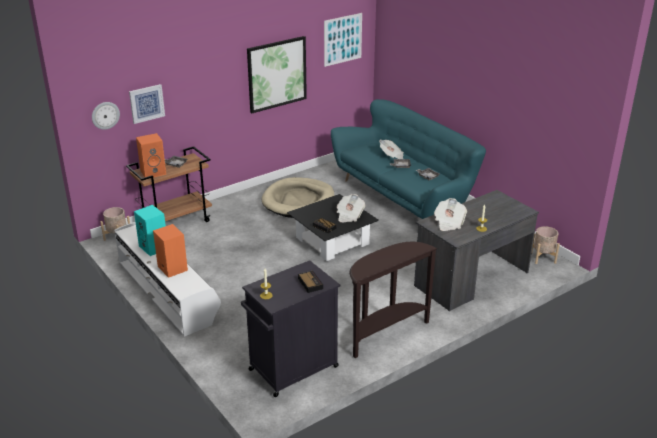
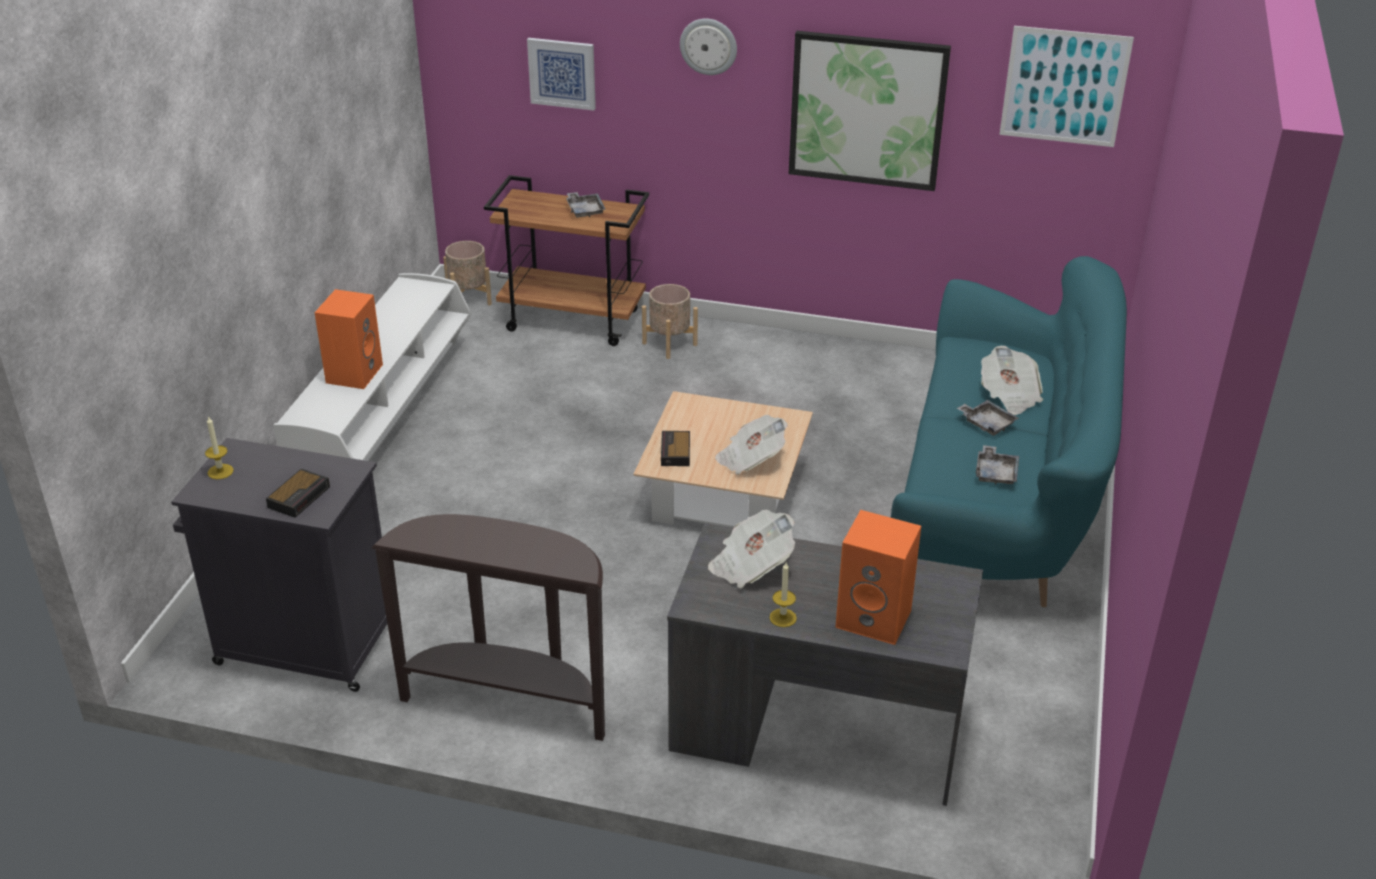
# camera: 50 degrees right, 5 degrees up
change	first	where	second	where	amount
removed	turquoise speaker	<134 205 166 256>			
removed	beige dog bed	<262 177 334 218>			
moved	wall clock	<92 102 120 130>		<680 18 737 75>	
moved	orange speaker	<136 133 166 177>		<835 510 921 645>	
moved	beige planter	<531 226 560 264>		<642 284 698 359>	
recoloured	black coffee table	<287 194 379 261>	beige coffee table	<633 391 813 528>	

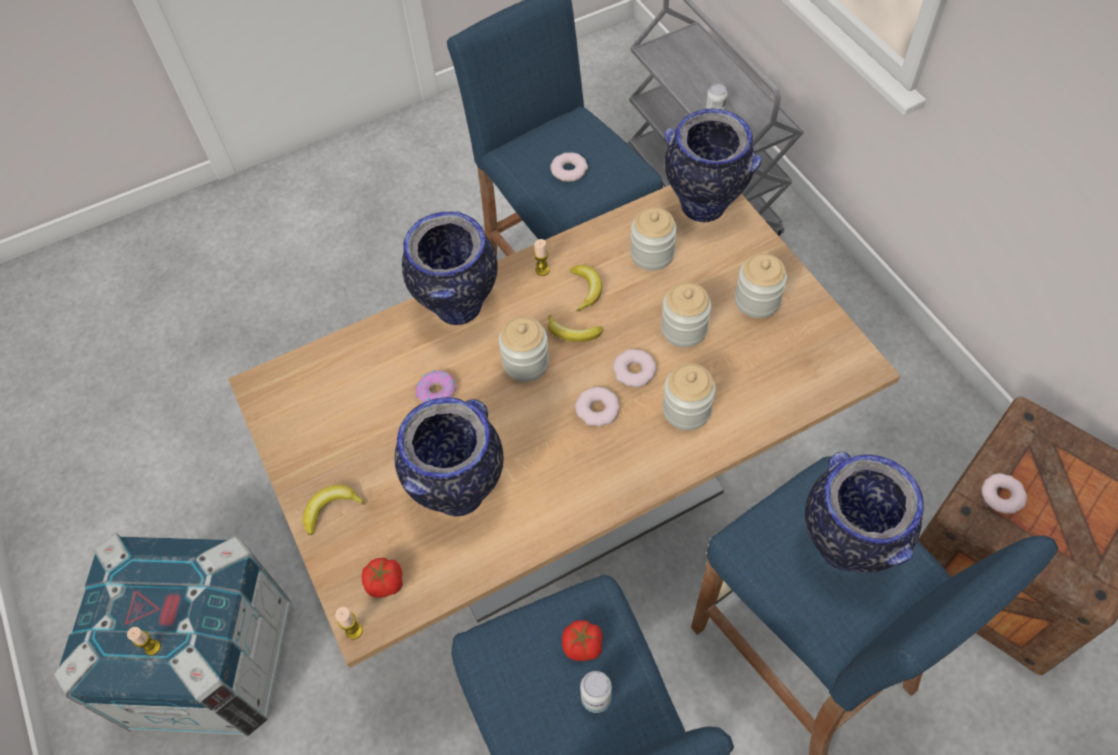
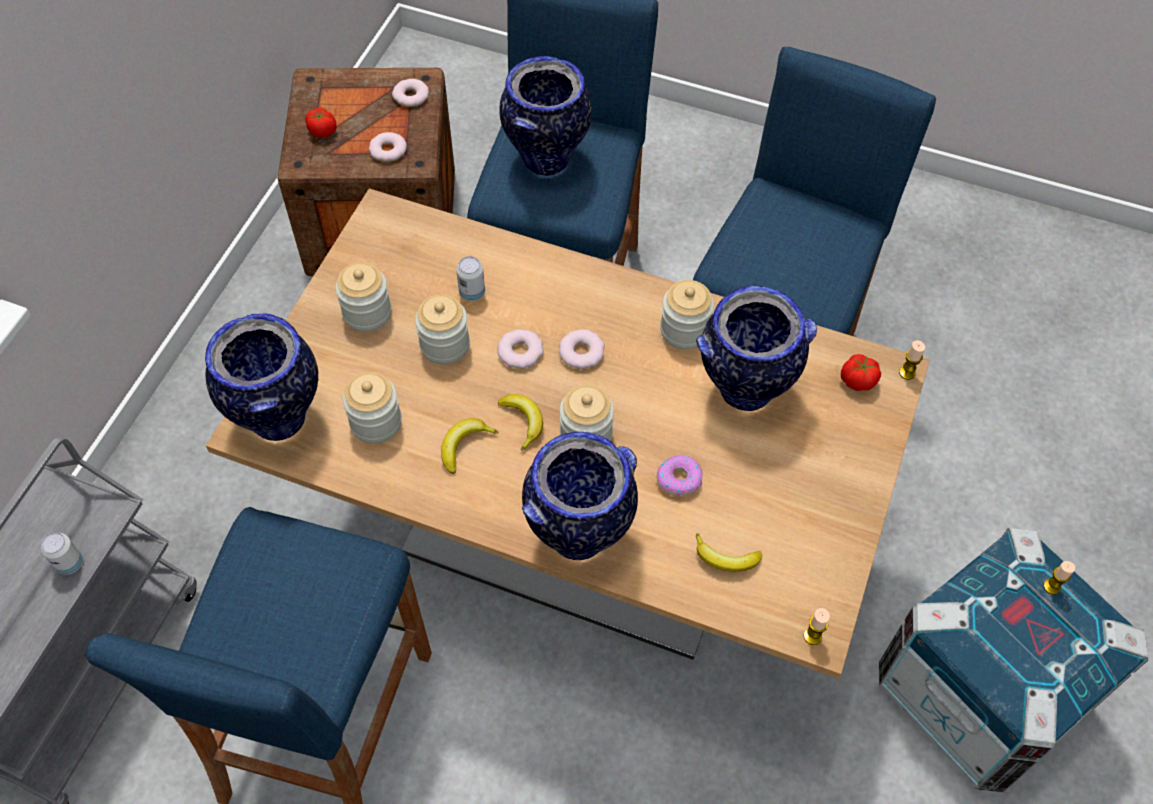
# camera: 135 degrees left, 0 degrees up
change	first	where	second	where	amount
moved	banana	<303 485 366 535>		<696 533 762 572>	
moved	candle	<534 239 550 276>		<804 608 830 645>	
moved	donut	<550 153 588 182>		<392 79 429 107>	
moved	tomato	<562 620 603 661>		<305 107 337 137>	
moved	can	<580 671 612 713>		<456 256 485 301>	
moved	jar	<663 363 716 430>		<660 280 714 350>	

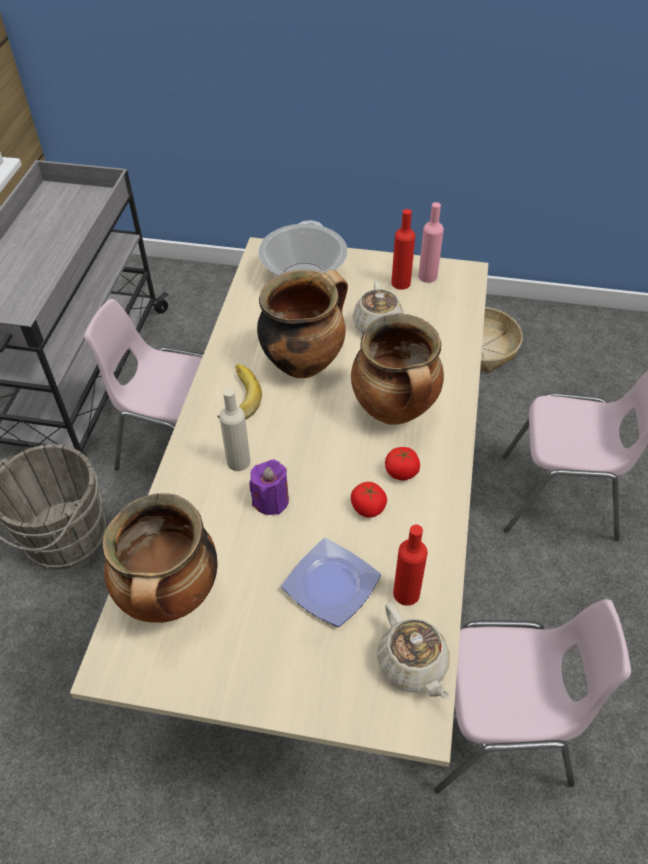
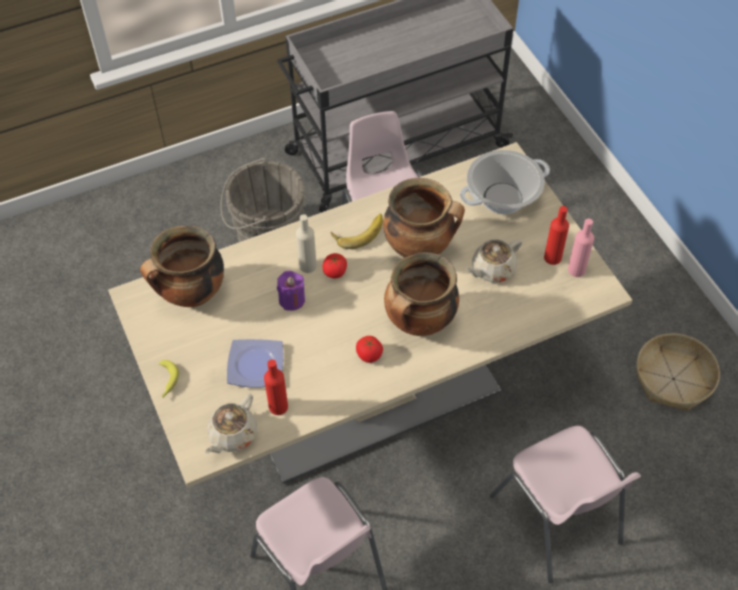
# camera: 55 degrees right, 5 degrees up
change	first	where	second	where	amount
added			banana	<159 360 179 398>	
moved	tomato	<351 482 387 518>		<323 253 347 278>	

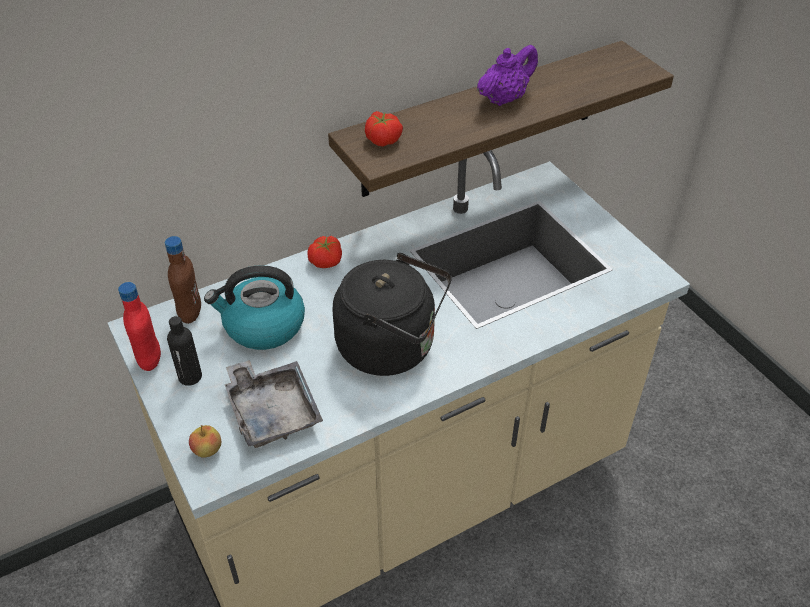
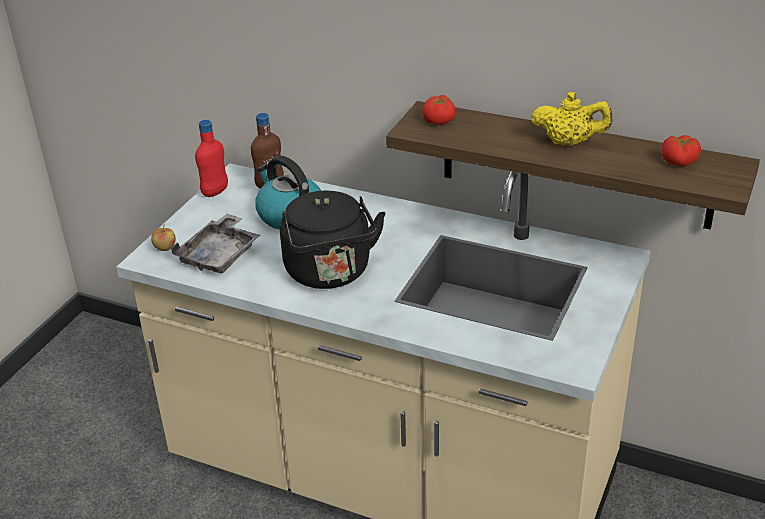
# camera: 55 degrees right, 10 degrees down
change	first	where	second	where	amount
removed	black bottle	<167 316 202 386>			
moved	tomato	<307 236 342 268>		<661 135 701 166>	
recoloured	purple teapot	<477 45 538 106>	yellow teapot	<532 92 612 146>	

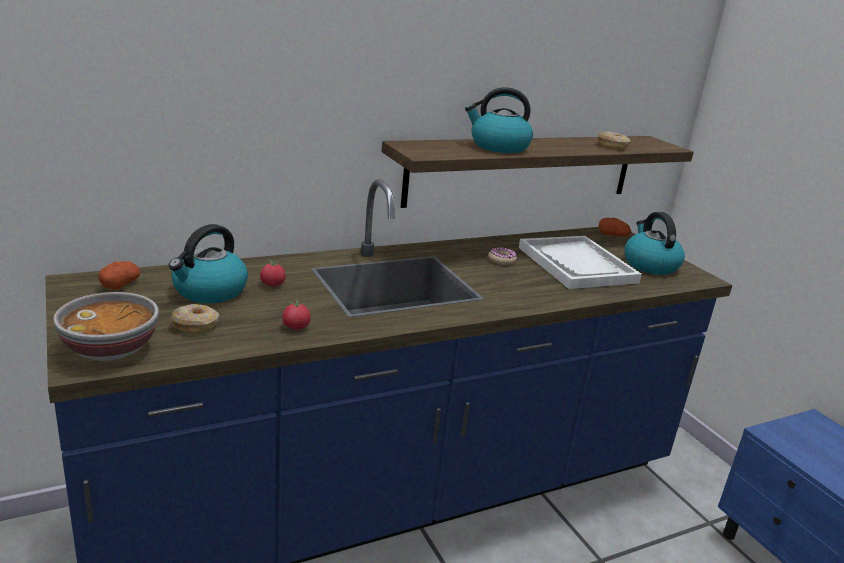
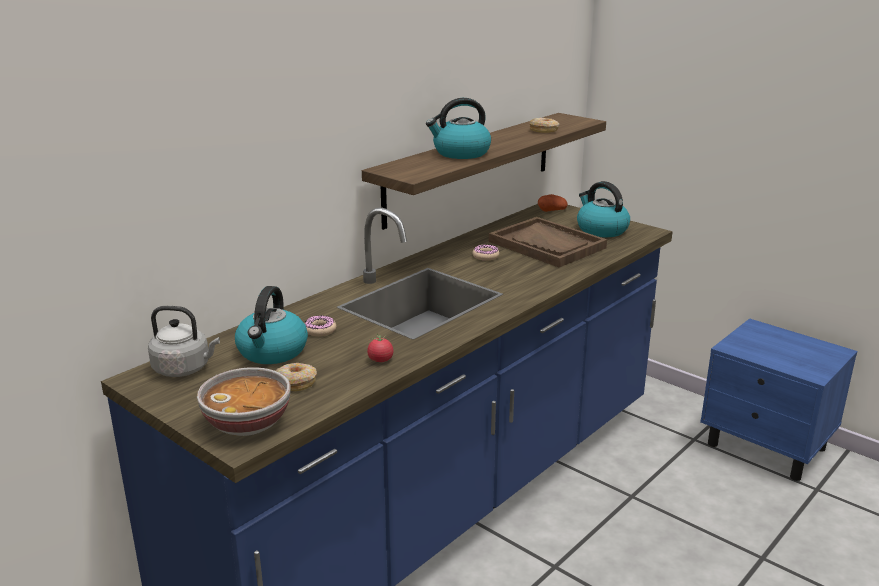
# camera: 20 degrees left, 0 degrees up
change	first	where	second	where	amount
replaced	potato	<98 261 140 290>	grey kettle	<148 306 220 377>	
replaced	tomato	<260 259 286 286>	donut	<305 315 336 336>	
recoloured	white tray	<519 236 642 289>	brown tray	<489 217 607 267>	

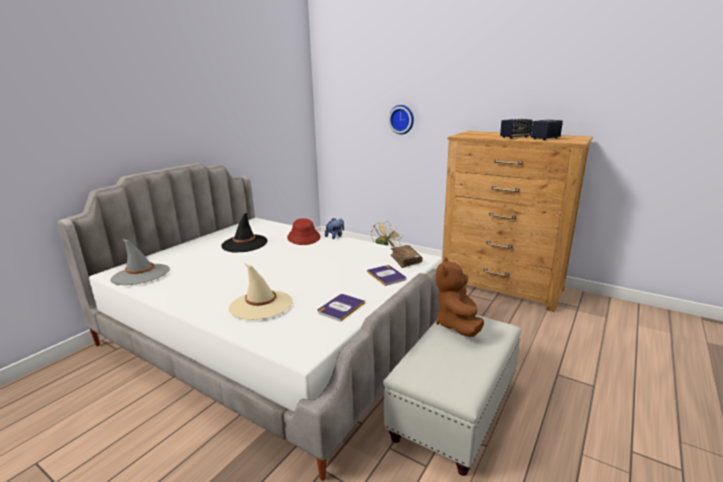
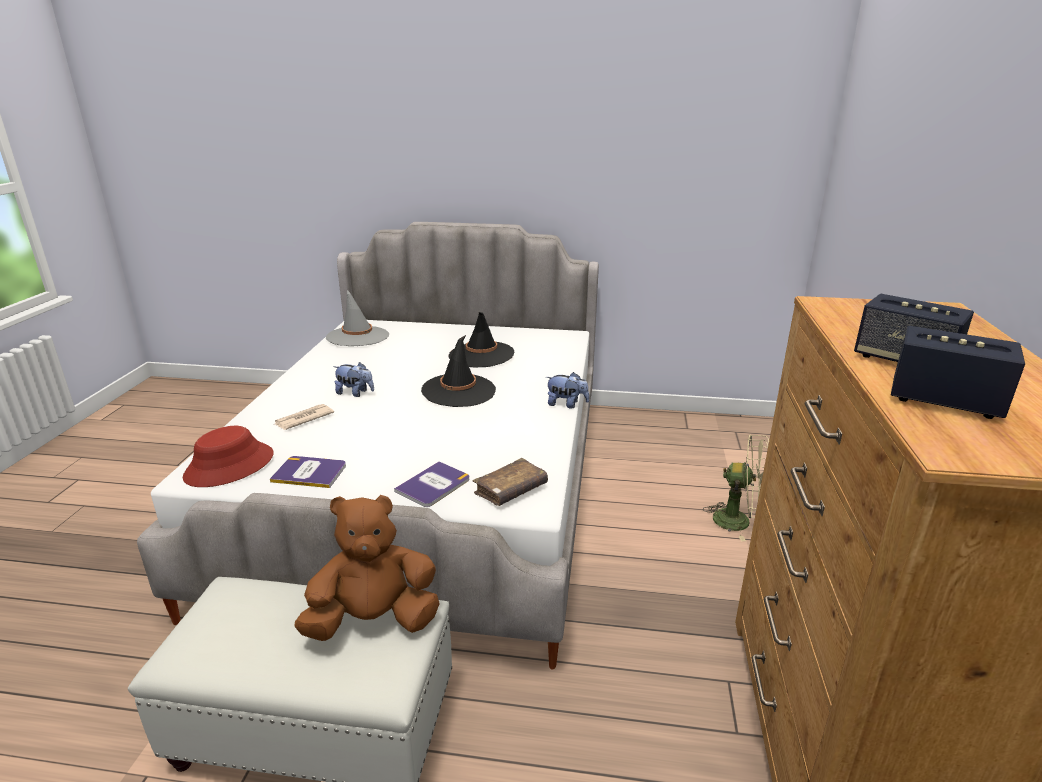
# camera: 65 degrees right, 5 degrees up
change	first	where	second	where	amount
removed	wall clock	<388 105 414 134>			
added			plush toy	<333 362 374 397>	
added			black hat	<421 335 496 407>	
moved	red hat	<287 218 320 245>		<183 426 274 487>	
replaced	beige hat	<229 263 293 320>	newspaper	<275 404 334 430>	

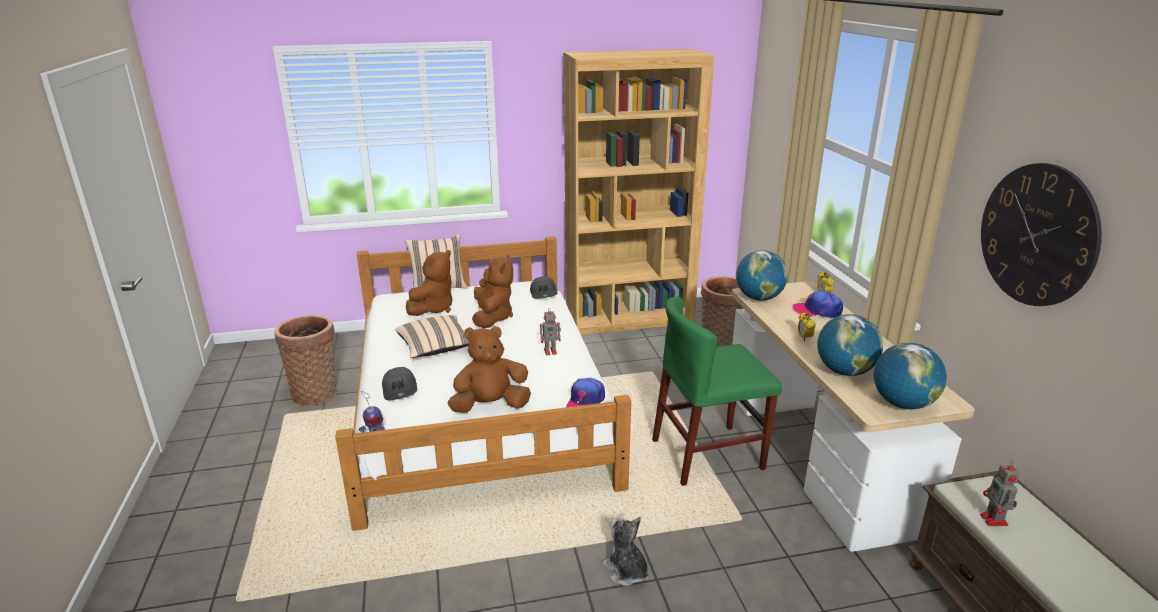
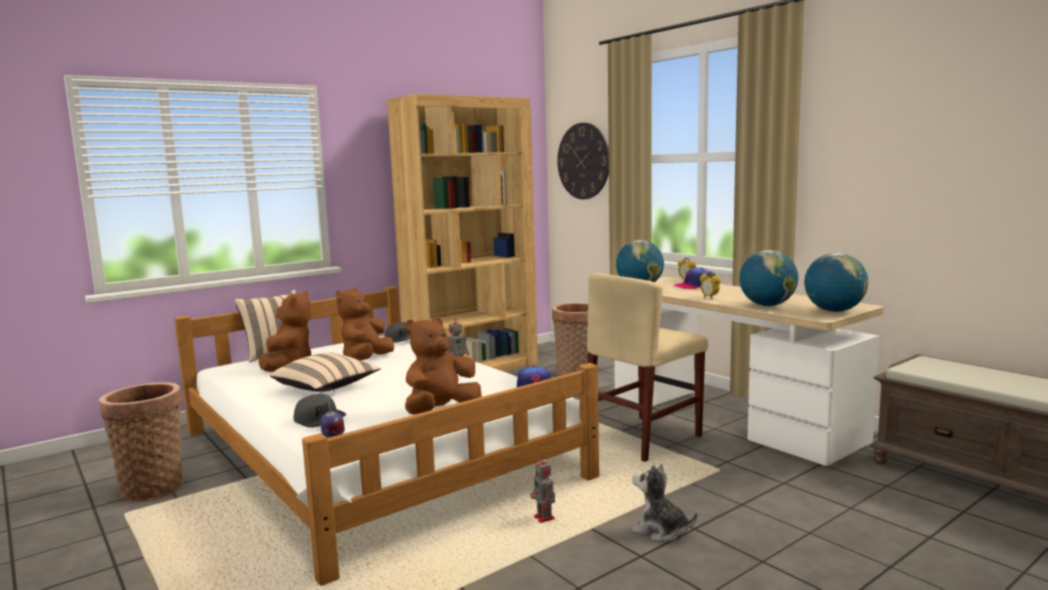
# camera: 25 degrees left, 15 degrees down
change	first	where	second	where	amount
moved	toy robot	<980 461 1020 526>		<530 455 555 523>	
moved	wall clock	<981 163 1102 306>		<557 123 609 199>	
recoloured	green chair	<652 297 782 486>	beige chair	<587 273 708 462>	
turned	brown plush toy	<472 254 513 328>		<336 288 394 360>	135 degrees counterclockwise

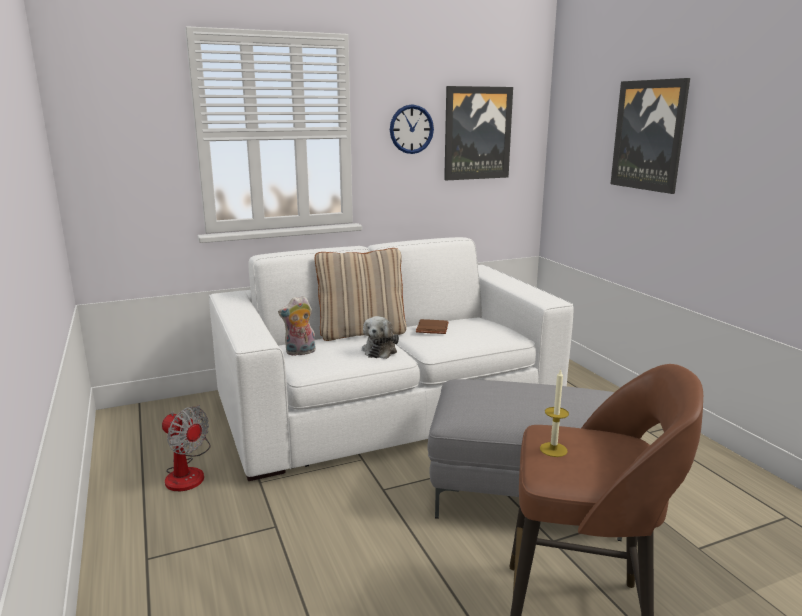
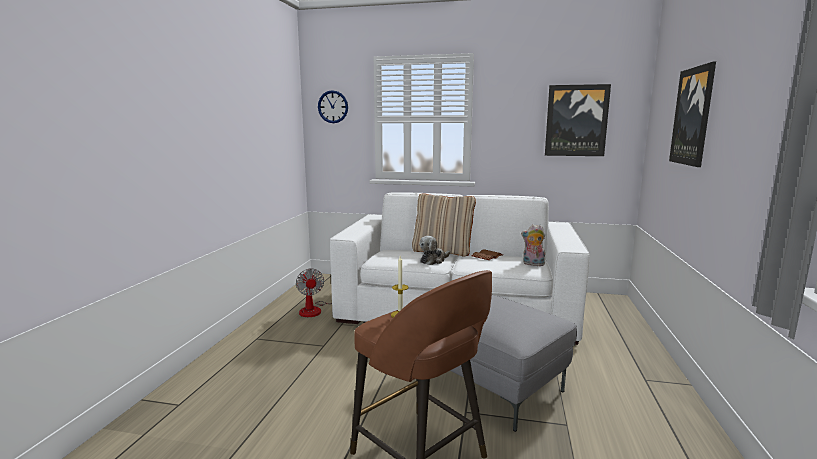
# camera: 35 degrees right, 5 degrees down
change	first	where	second	where	amount
moved	plush toy	<278 296 316 356>		<521 225 545 266>	
moved	wall clock	<390 104 434 154>		<318 90 348 123>	

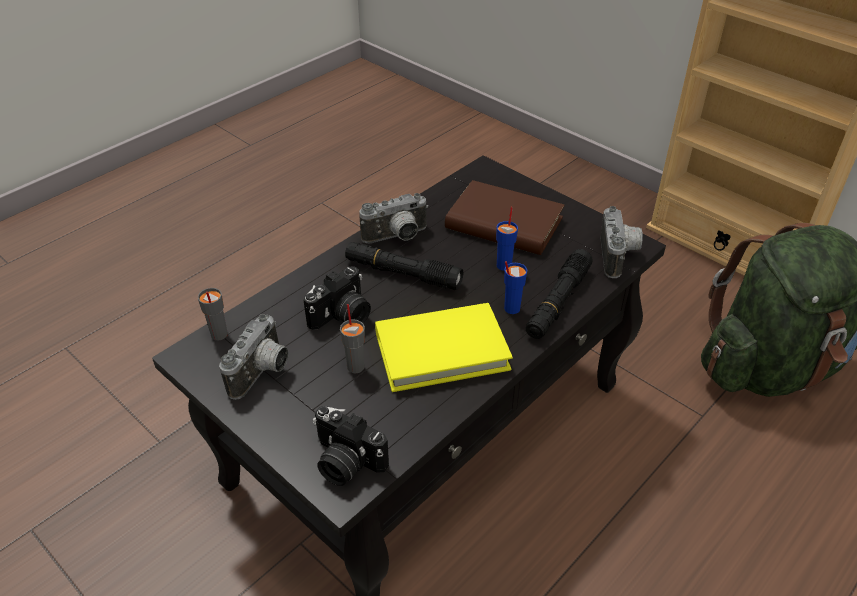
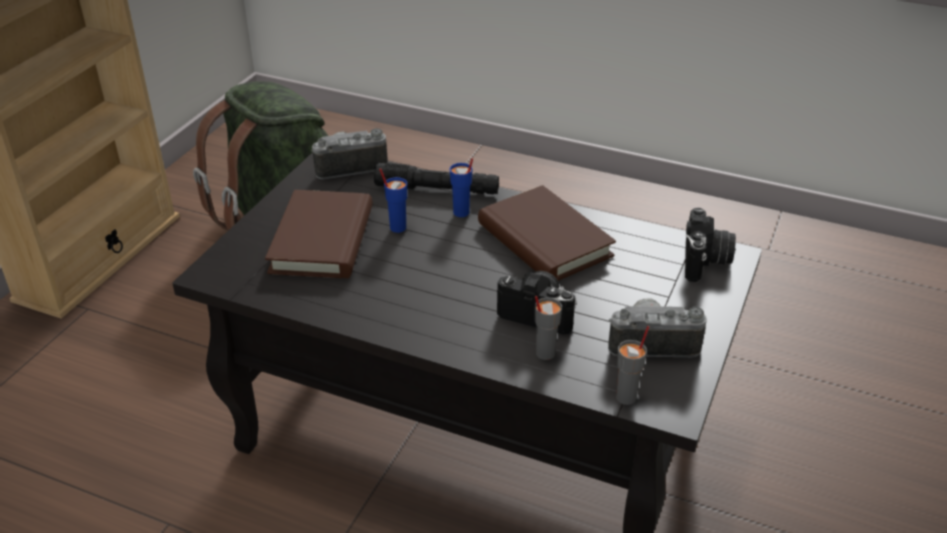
# camera: 110 degrees left, 5 degrees down
change	first	where	second	where	amount
removed	black flashlight	<345 242 463 290>			
removed	photo camera	<359 193 429 243>			
moved	grey cup	<340 304 365 373>		<535 296 562 360>	
recoloured	yellow book	<375 303 513 392>	brown book	<478 185 616 281>	

